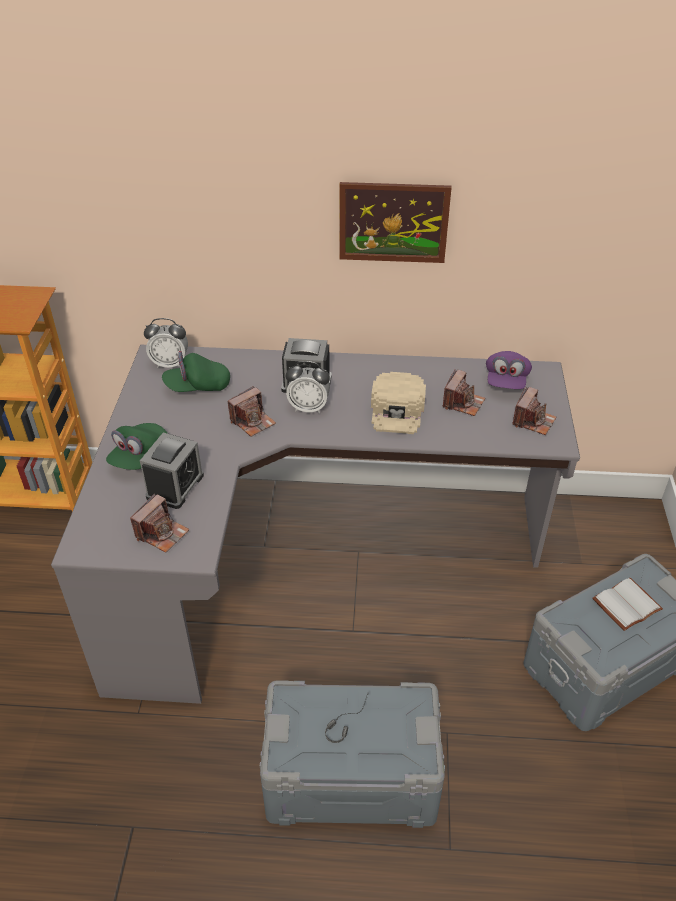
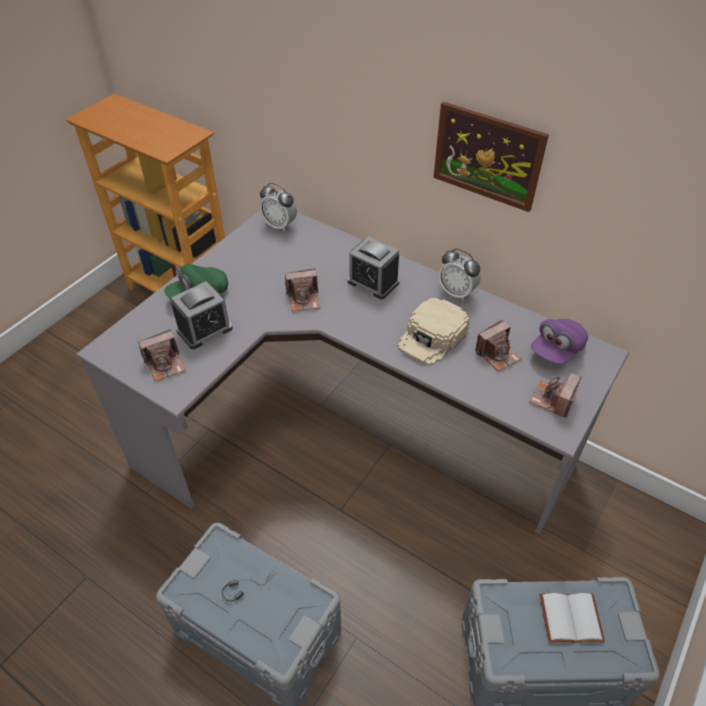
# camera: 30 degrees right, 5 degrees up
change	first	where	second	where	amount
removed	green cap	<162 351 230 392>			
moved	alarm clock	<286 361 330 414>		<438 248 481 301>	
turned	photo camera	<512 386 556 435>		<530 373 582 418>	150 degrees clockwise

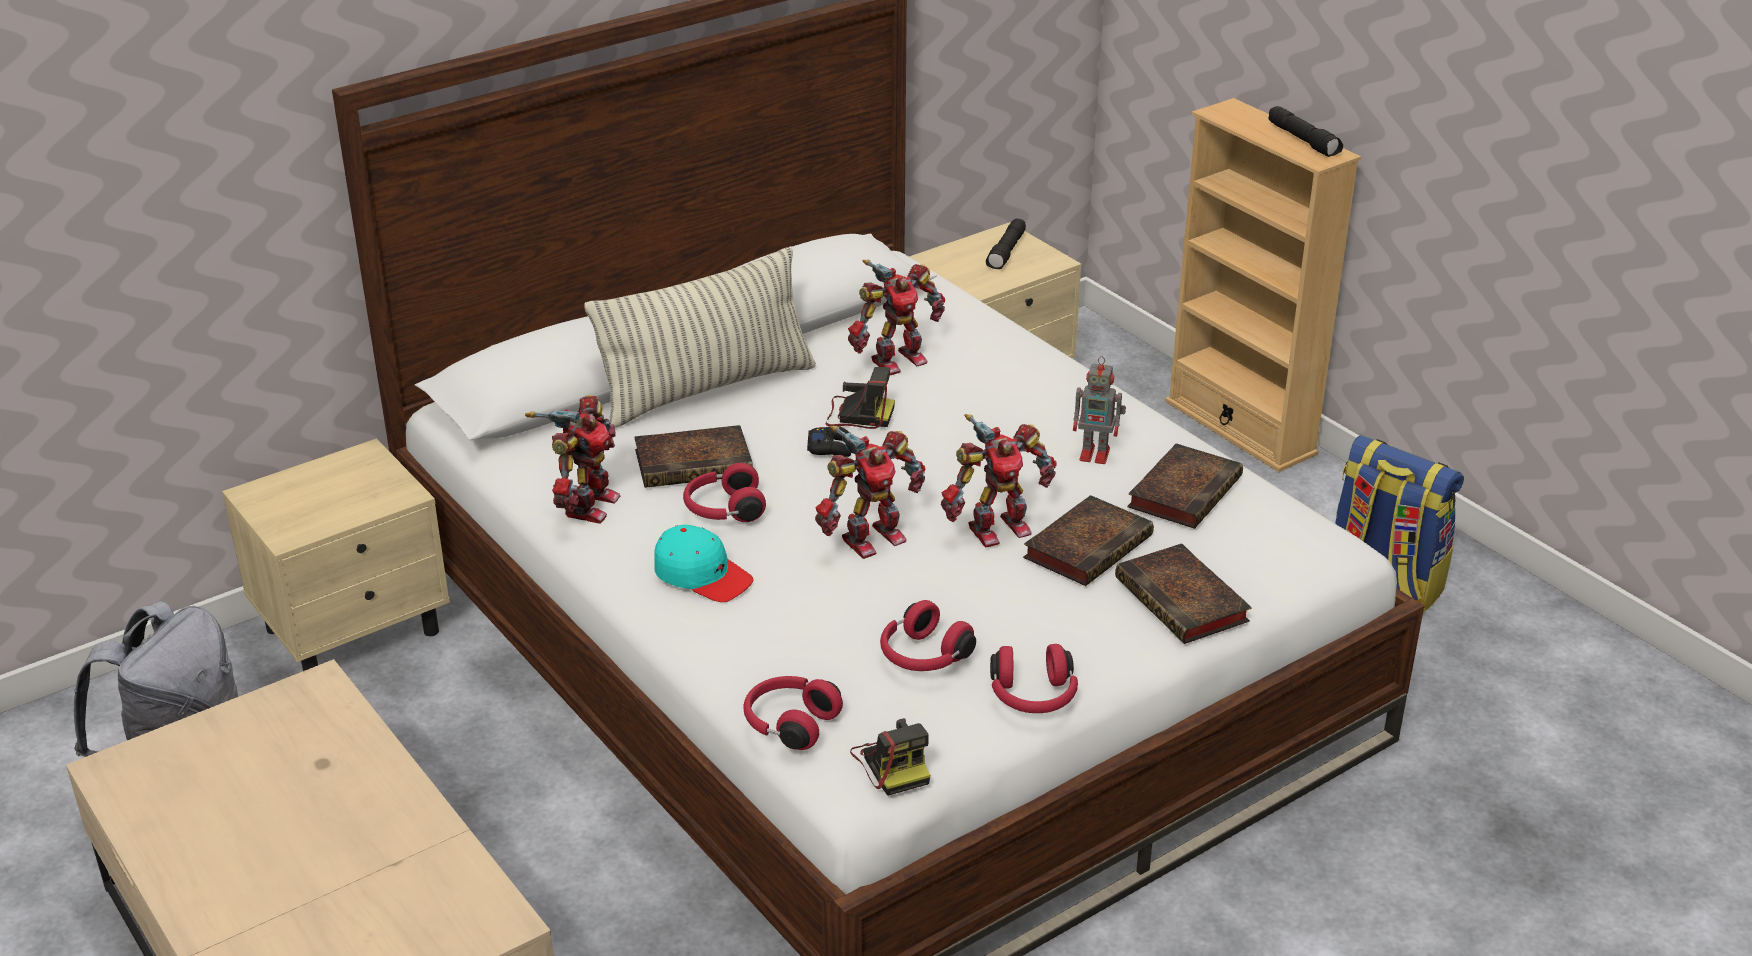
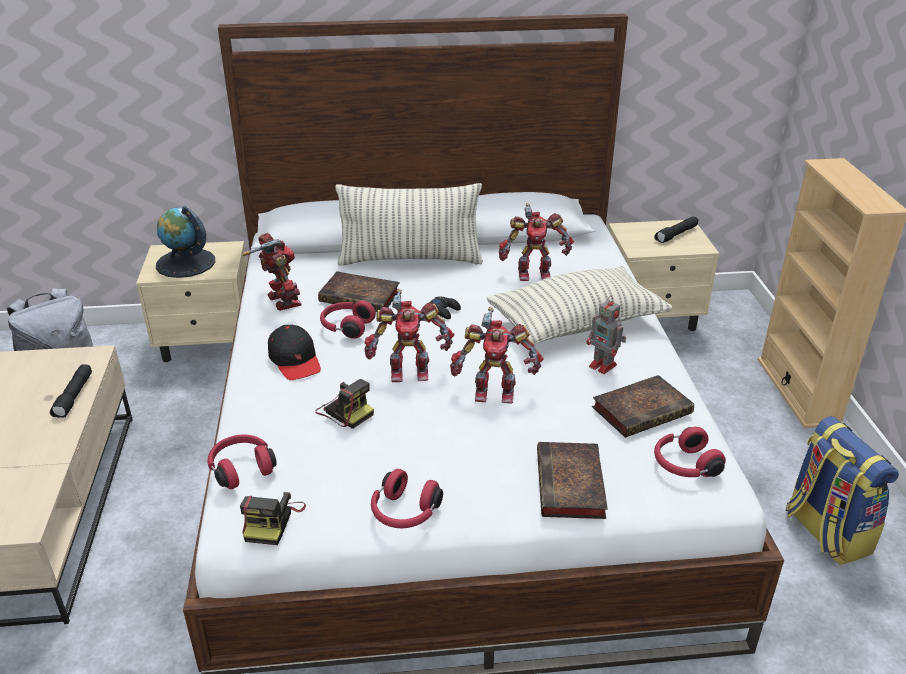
# camera: 30 degrees right, 0 degrees up
change	first	where	second	where	amount
removed	book	<1023 495 1154 586>			
added			globe	<156 206 215 278>	
added			pillow	<487 266 672 344>	
moved	photo camera	<826 367 895 429>		<315 379 374 429>	
moved	red headphones	<880 600 976 671>		<654 427 726 477>	
moved	black flashlight	<1268 106 1343 157>		<50 364 92 418>	
recoloured	turquoise cap	<654 525 754 602>	black cap	<268 325 321 380>	
turned	toy robot	<525 394 620 524>		<243 233 302 311>	75 degrees counterclockwise

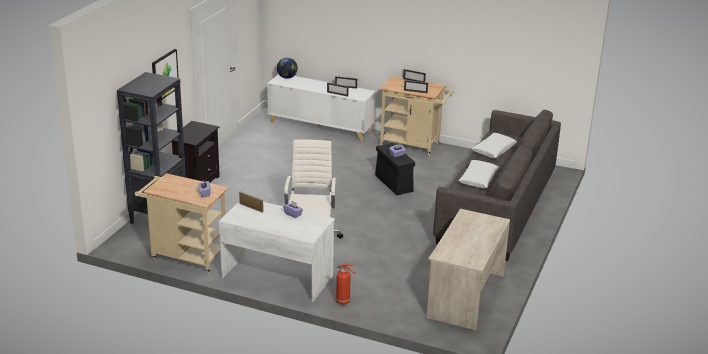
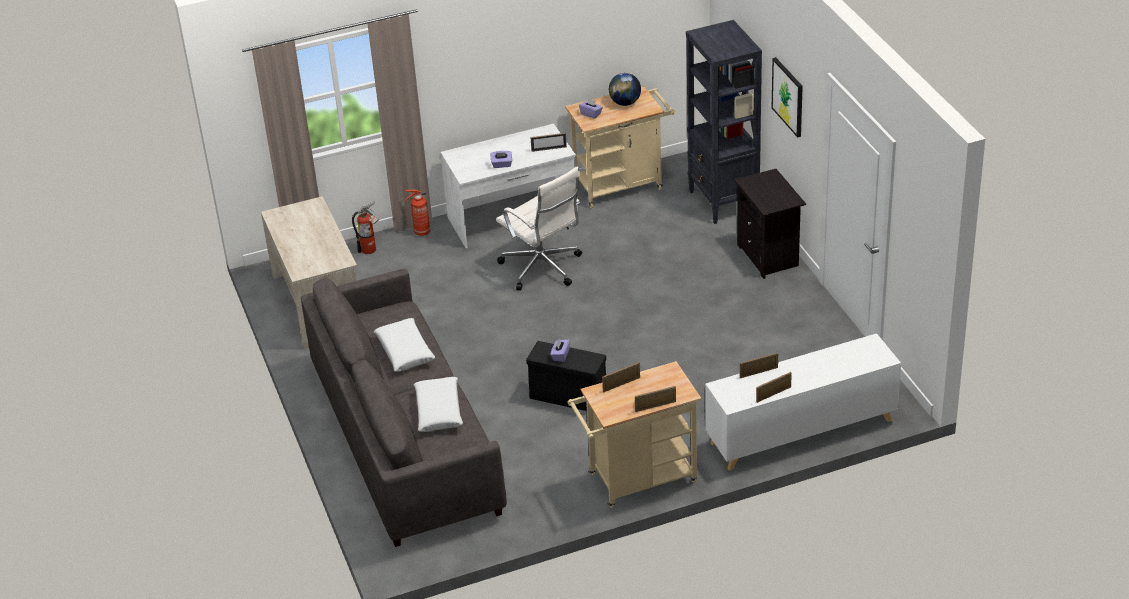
# camera: 140 degrees right, 10 degrees up
change	first	where	second	where	amount
added			fire extinguisher	<352 202 379 254>	
moved	globe	<277 58 298 79>		<609 73 641 106>	

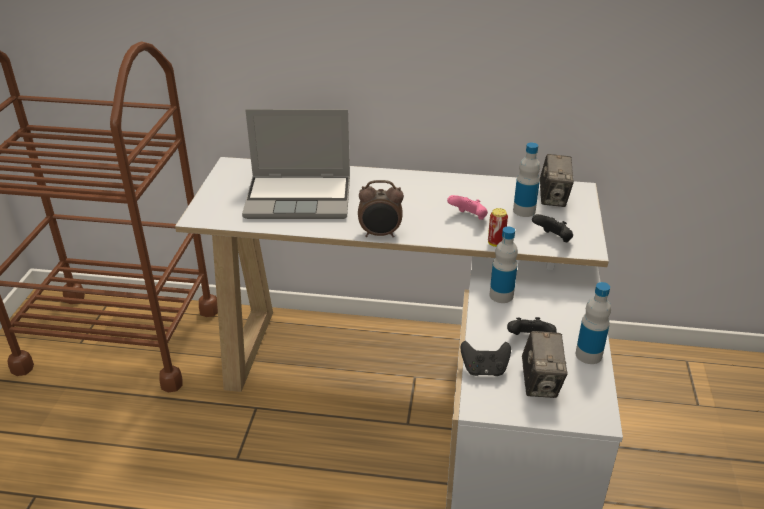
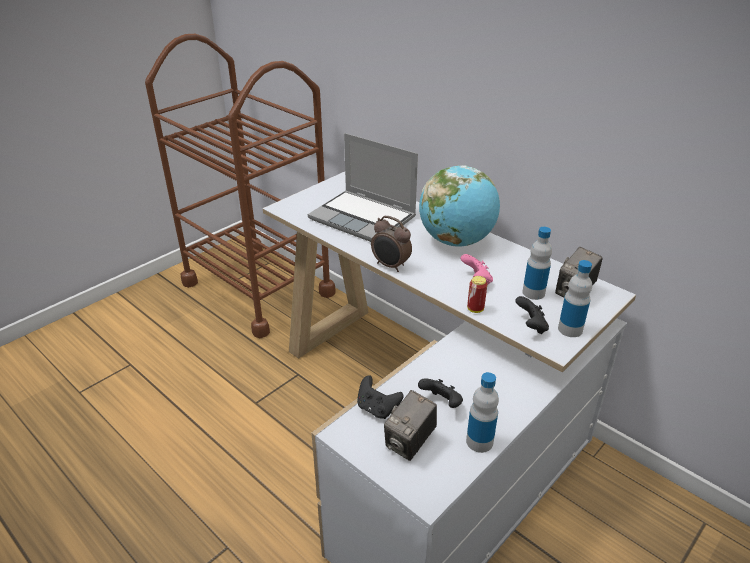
# camera: 35 degrees right, 0 degrees up
change	first	where	second	where	amount
added			globe	<419 165 500 247>	
moved	bottle	<490 226 518 303>		<558 260 592 337>	

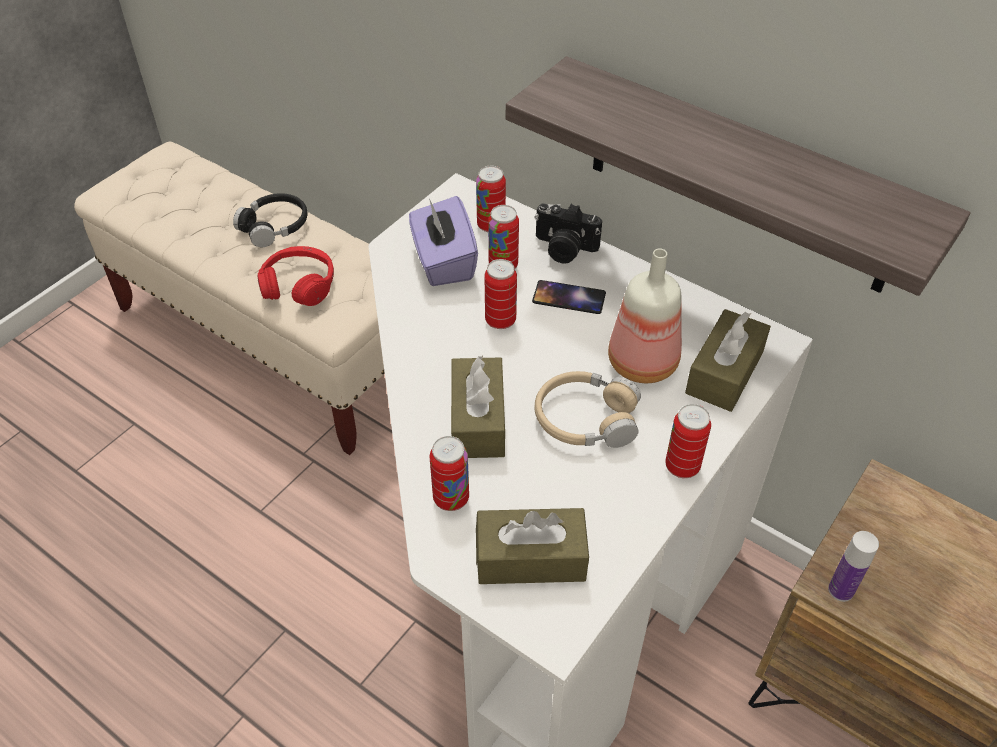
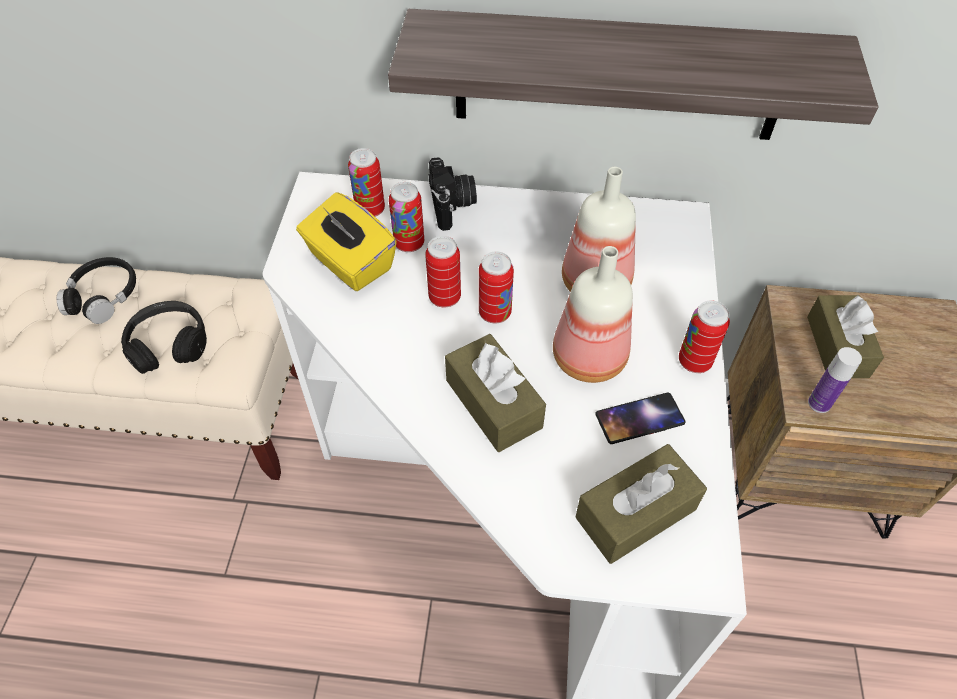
# camera: 30 degrees left, 5 degrees up
change	first	where	second	where	amount
moved	can	<430 436 469 511>		<479 252 514 323>	
moved	phone	<532 280 606 314>		<596 393 685 444>	
moved	brown tissue box	<685 309 771 412>		<807 295 884 378>	
replaced	beige headphones	<534 371 641 448>	bottle	<553 246 633 383>	
recoloured	red headphones	<258 246 334 306>	black headphones	<121 301 207 374>	
recoloured	purple tissue box	<409 196 478 286>	yellow tissue box	<296 192 397 291>	
turned	photo camera	<535 203 602 264>		<429 157 477 231>	90 degrees counterclockwise

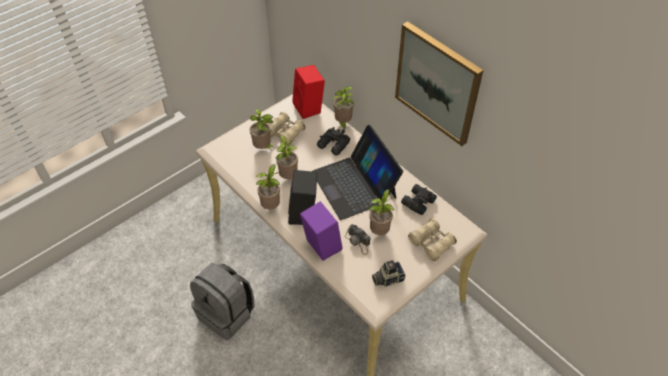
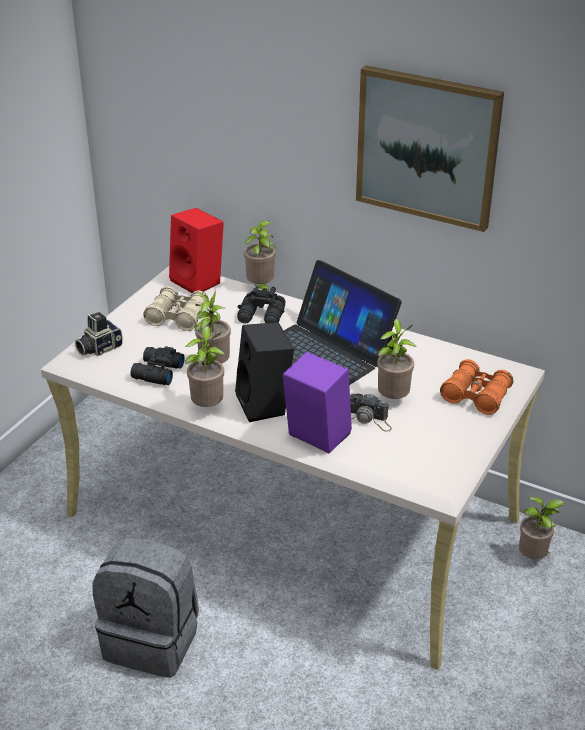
# camera: 20 degrees left, 15 degrees down
change	first	where	second	where	amount
moved	potted plant	<250 109 274 149>		<519 497 565 559>	
moved	photo camera	<372 260 406 287>		<75 312 123 356>	
moved	black binoculars	<401 184 437 215>		<131 346 184 385>	
recoloured	beige binoculars	<408 218 457 261>	orange binoculars	<440 359 514 415>	

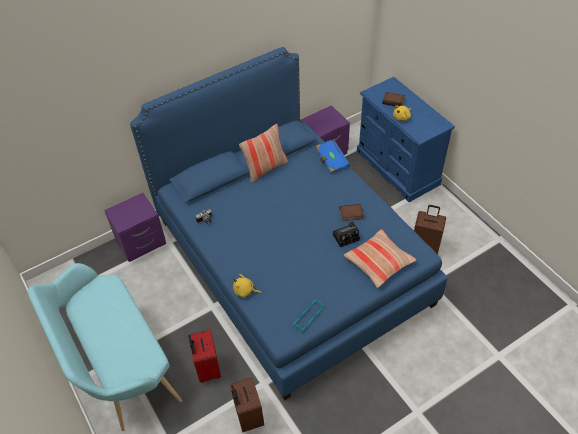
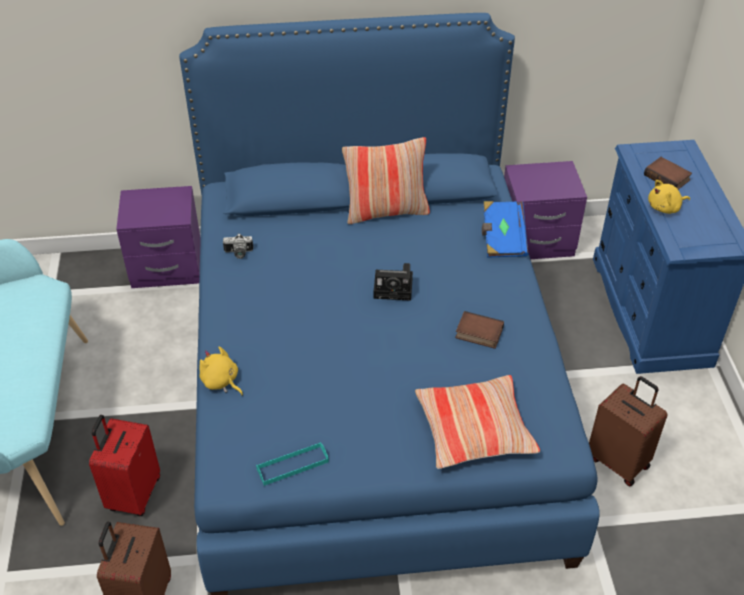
# camera: 25 degrees right, 5 degrees down
change	first	where	second	where	amount
moved	photo camera	<333 222 360 247>		<373 263 413 301>	

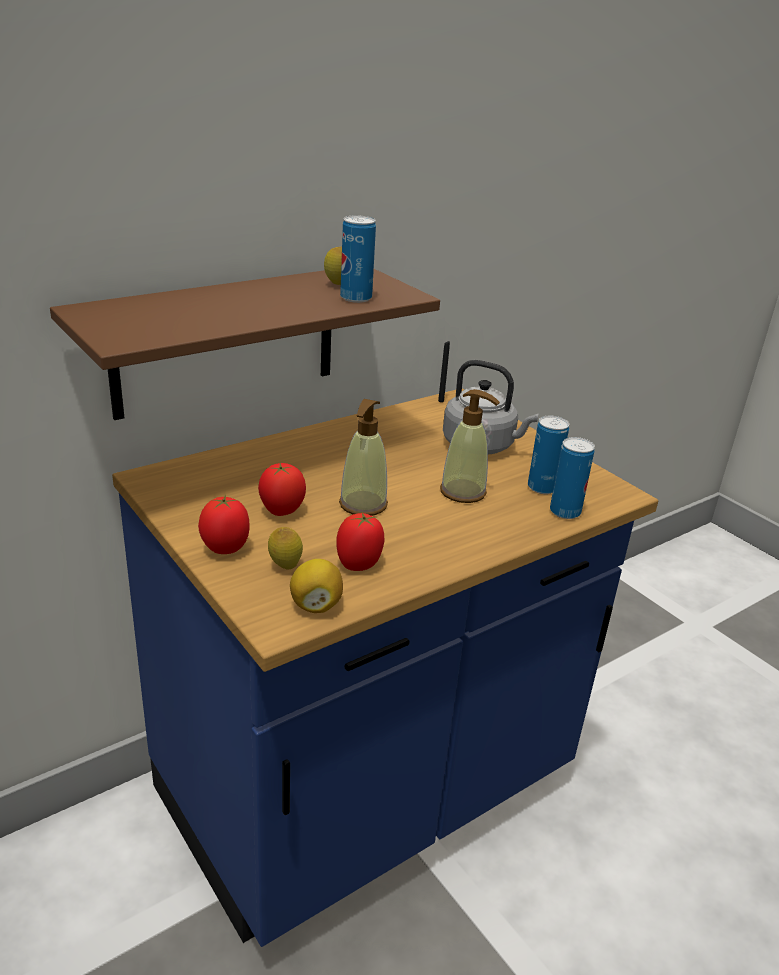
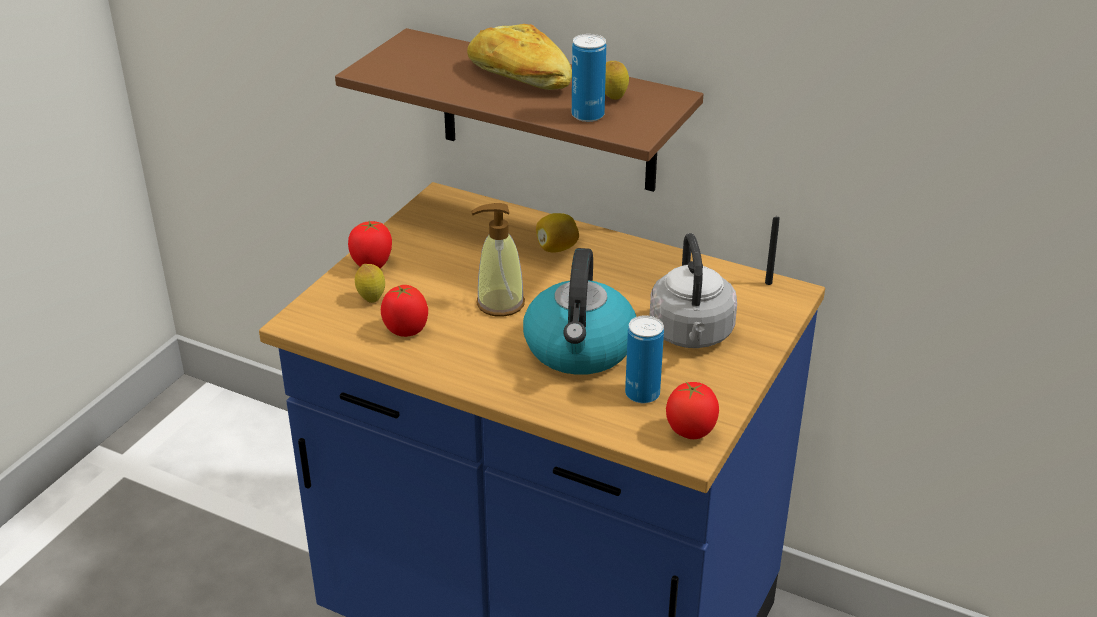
# camera: 65 degrees right, 5 degrees up
change	first	where	second	where	amount
removed	can	<550 437 595 519>			
added			bread	<467 24 572 90>	
moved	tomato	<258 463 306 516>		<666 381 719 439>	
moved	lemon	<290 559 343 613>		<536 213 579 252>	
replaced	soap dispenser	<440 389 500 503>	kettle	<523 248 636 375>	

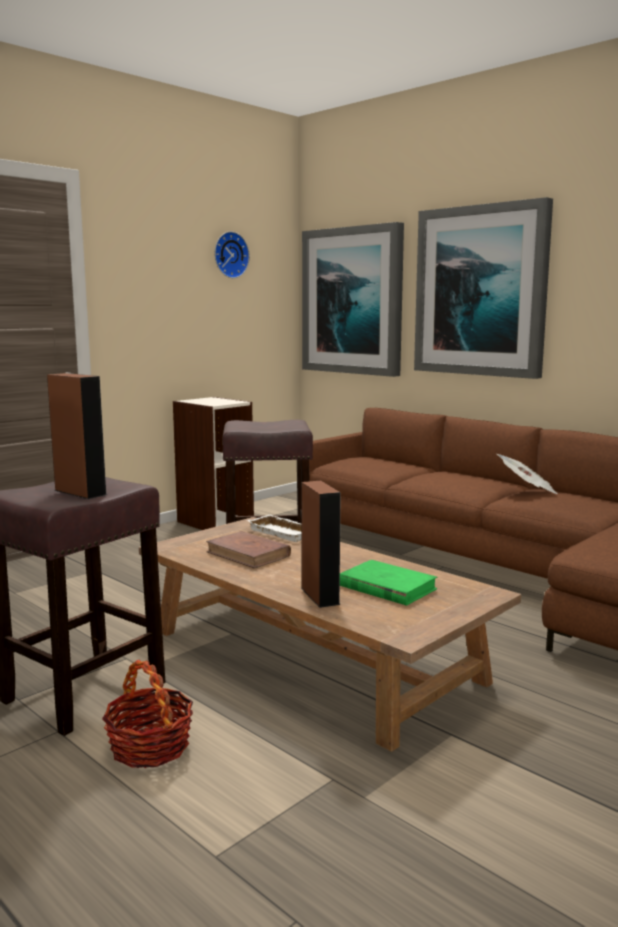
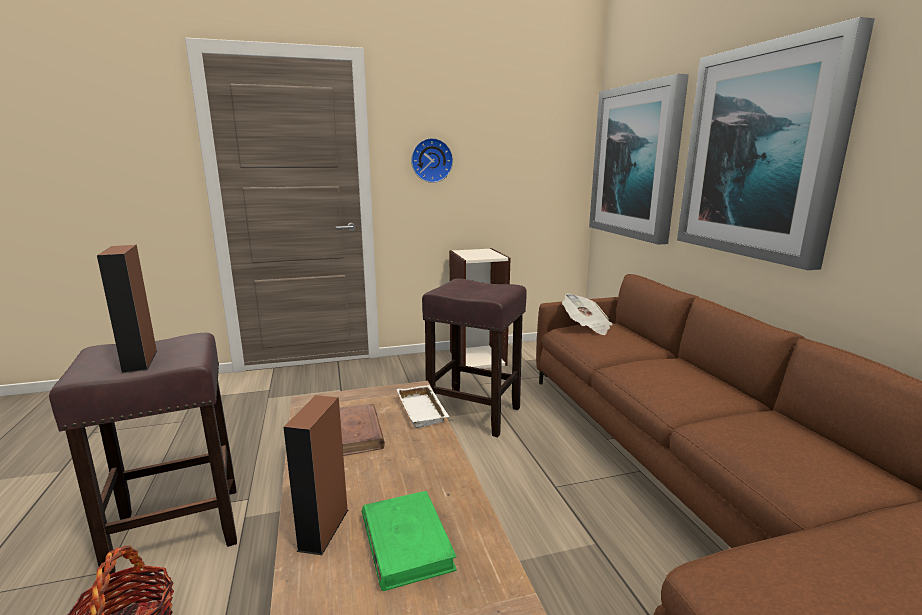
# camera: 30 degrees right, 5 degrees up
change	first	where	second	where	amount
moved	wall clock	<214 231 250 278>		<411 138 453 183>	
moved	newspaper	<497 454 558 494>		<562 293 612 335>	

